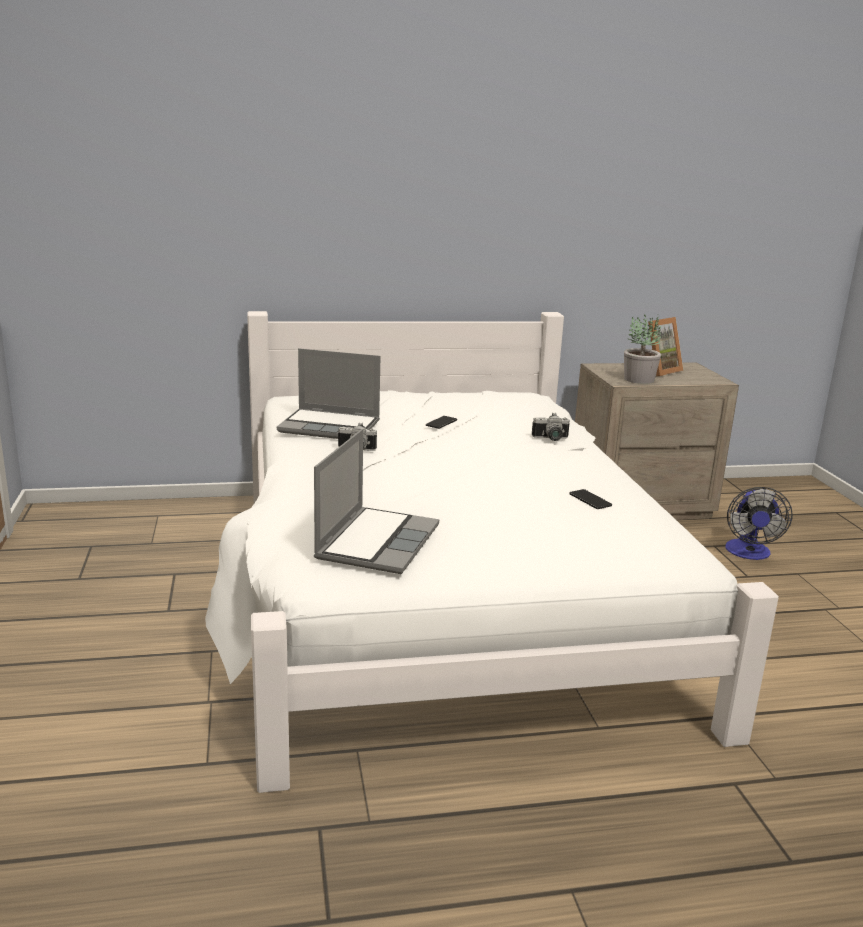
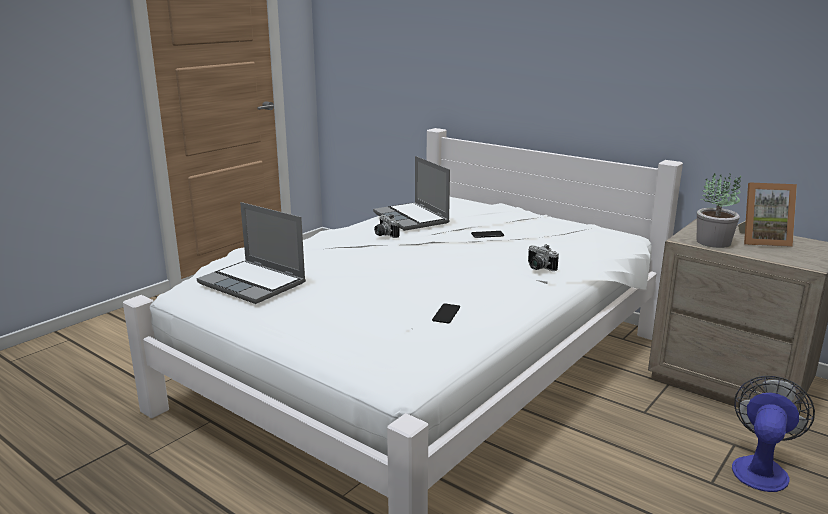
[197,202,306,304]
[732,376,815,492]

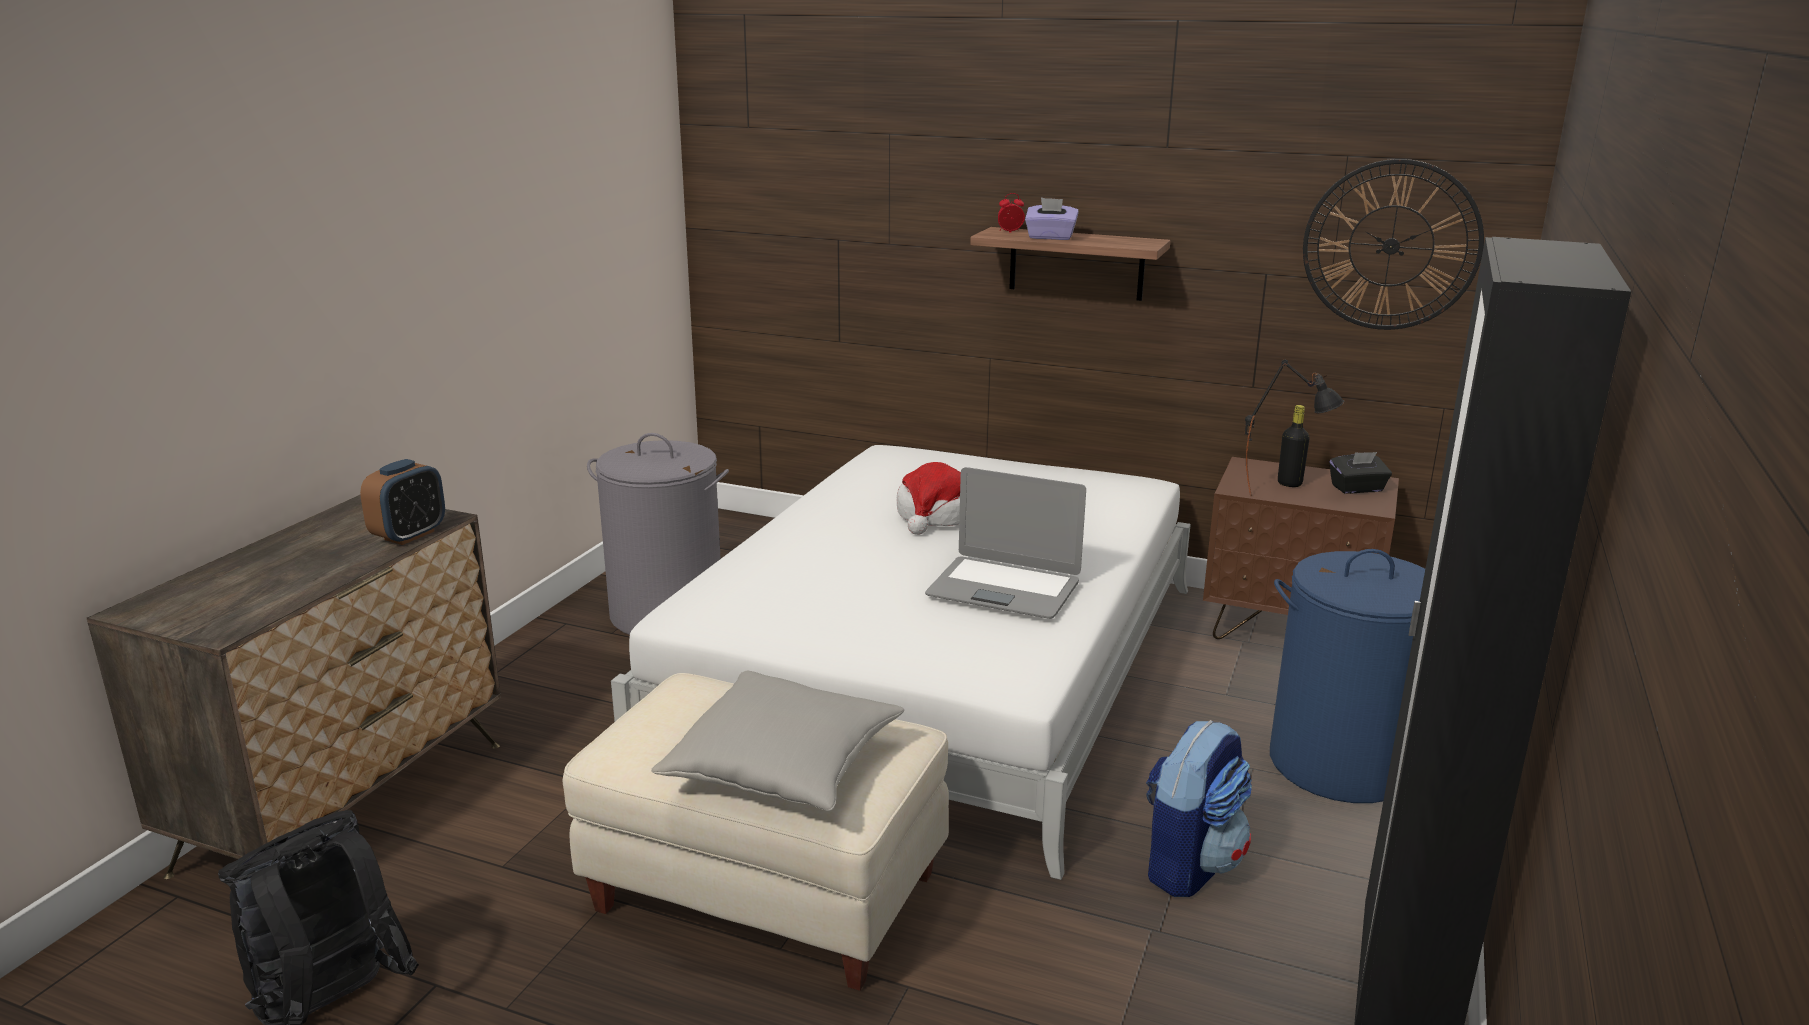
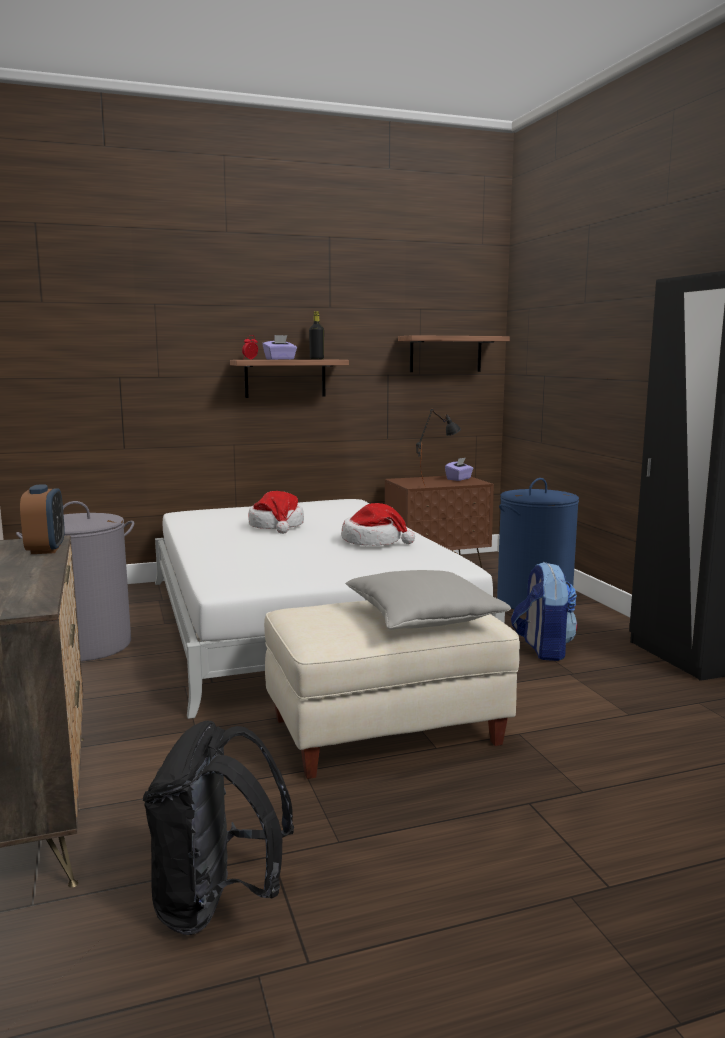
[398,335,510,372]
[309,311,324,359]
[445,458,474,481]
[341,503,415,546]

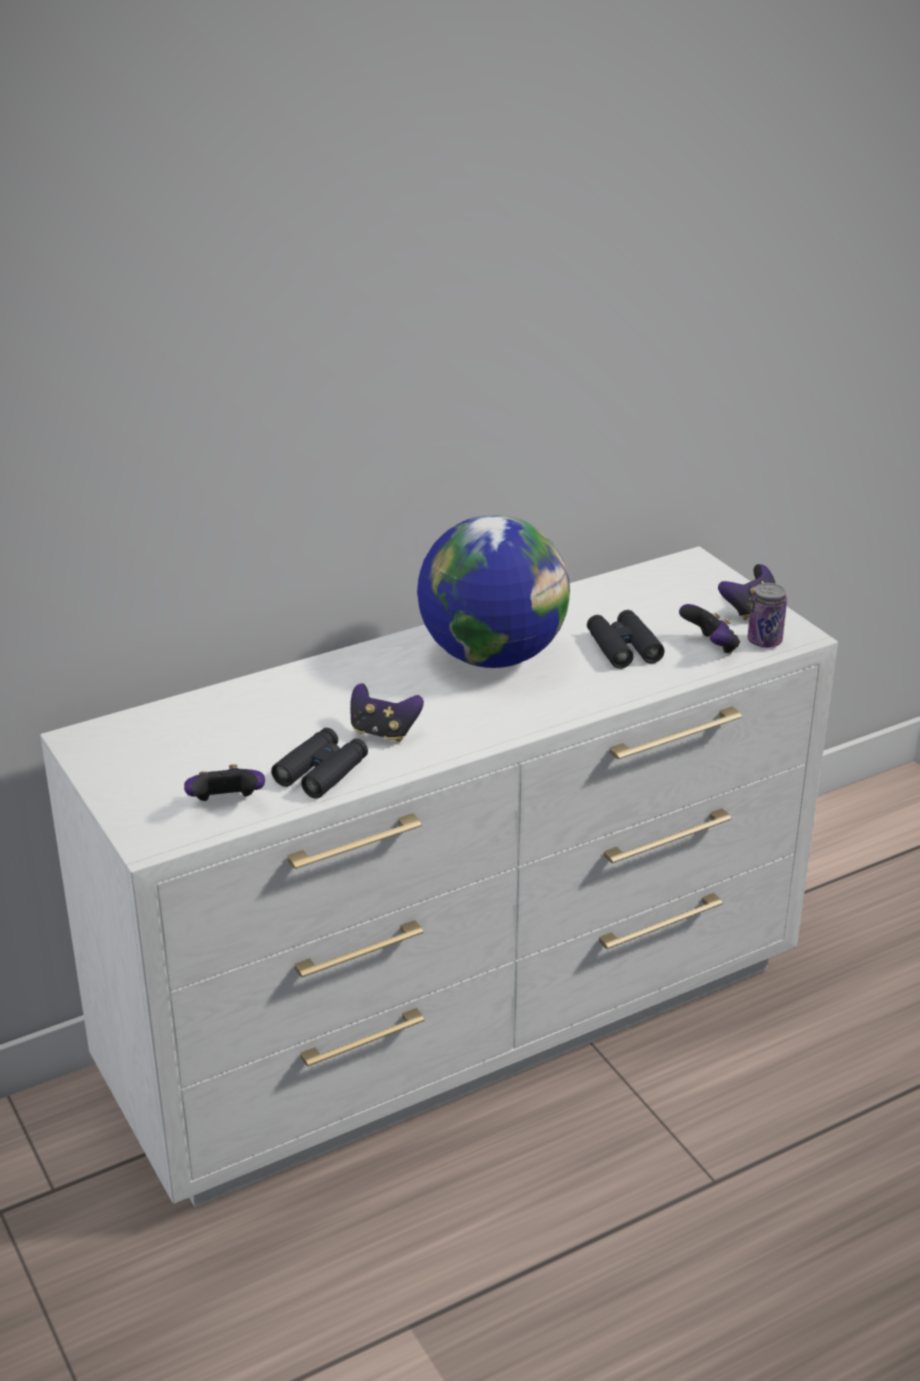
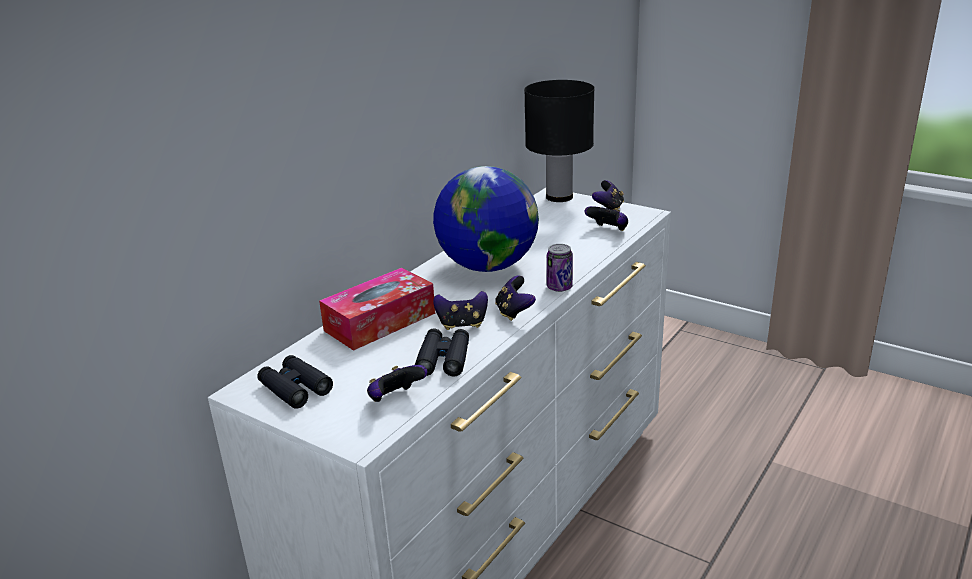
[547,244,573,292]
[257,355,333,409]
[524,80,595,202]
[319,268,435,351]
[495,275,536,321]

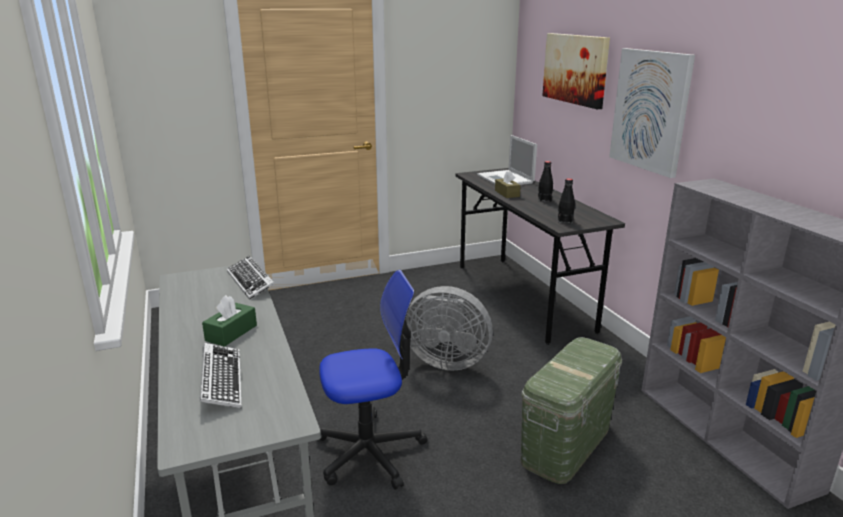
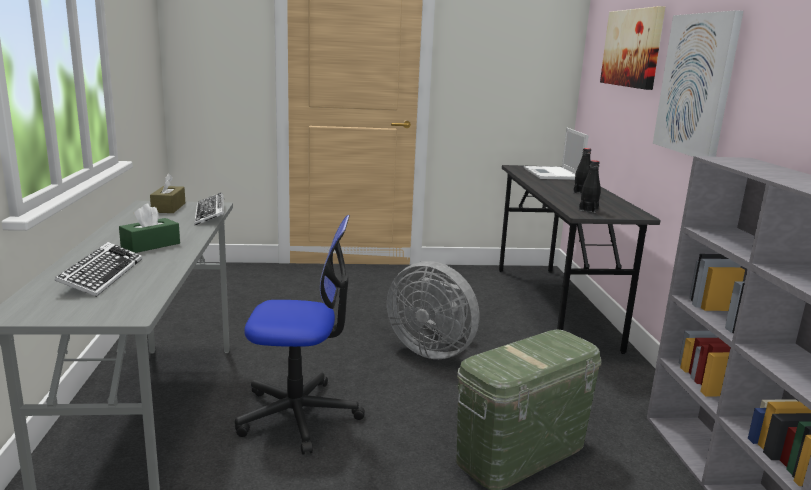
[150,174,185,213]

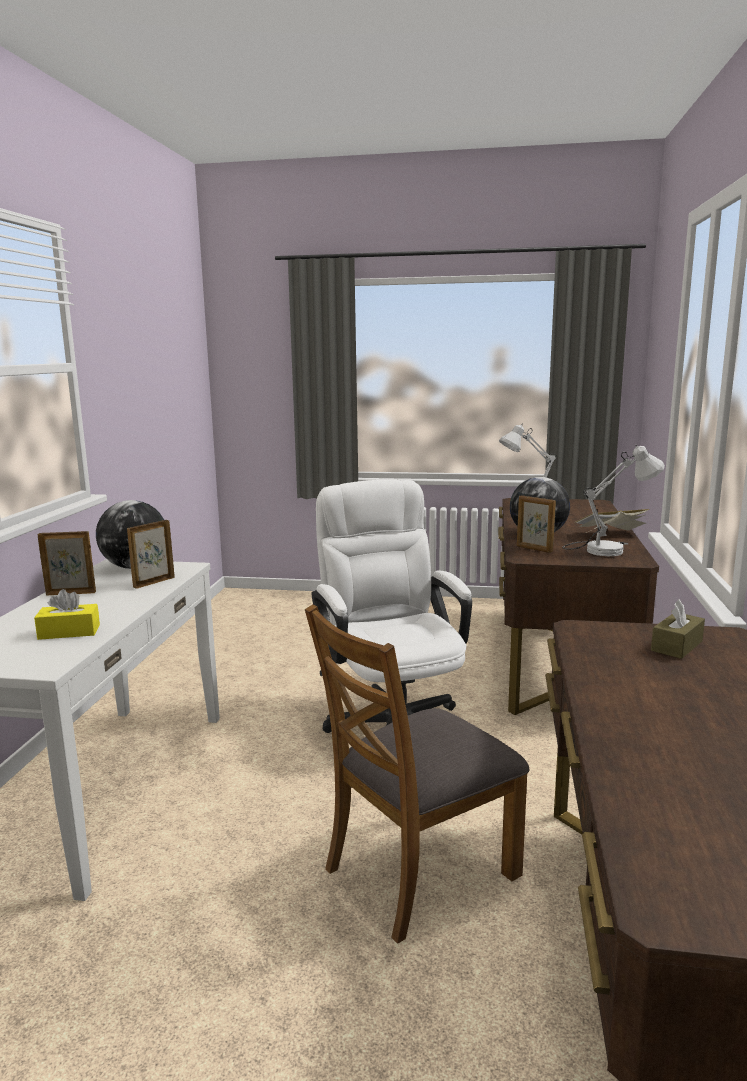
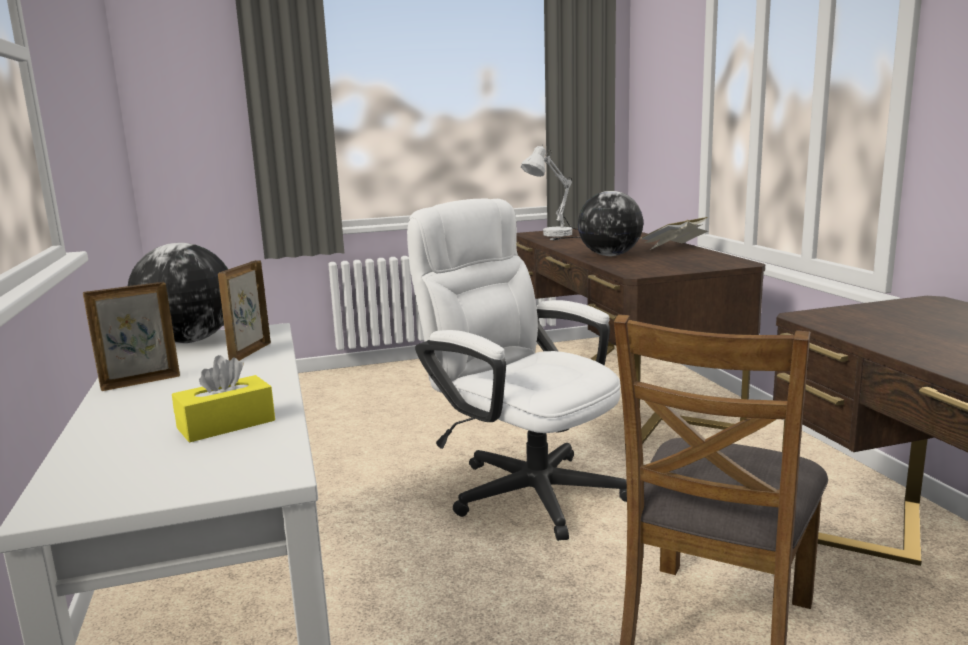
[562,445,665,556] (first image)
[517,495,556,553] (first image)
[651,599,705,659] (first image)

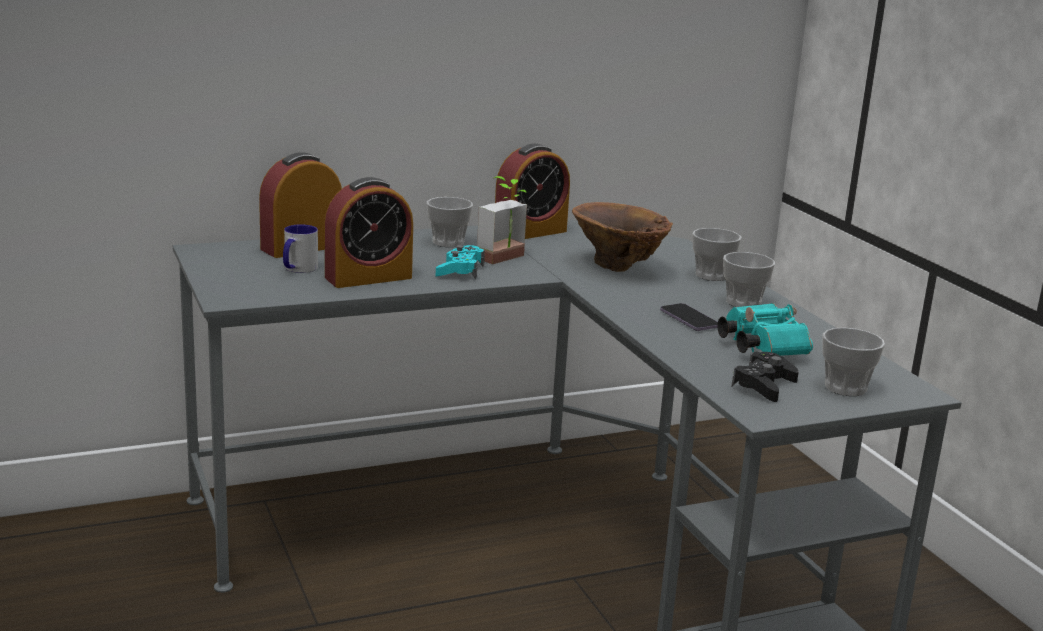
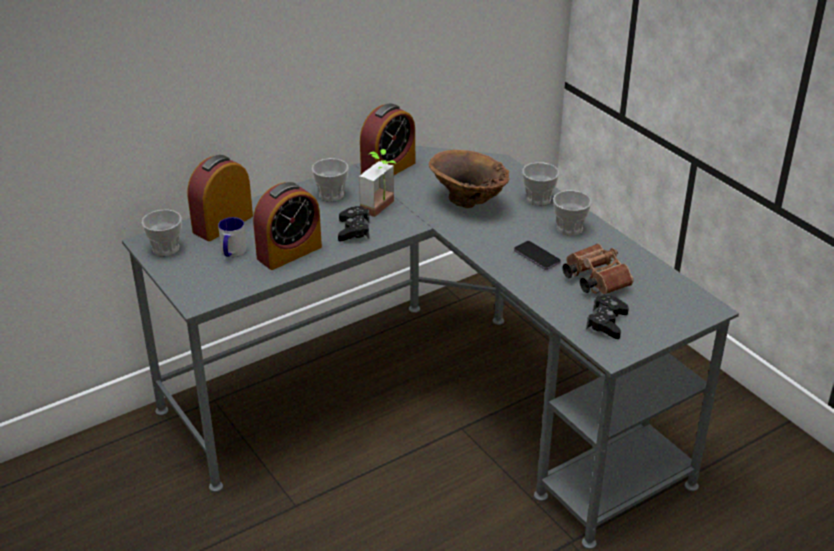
[338,206,369,241]
[562,244,634,294]
[142,210,182,256]

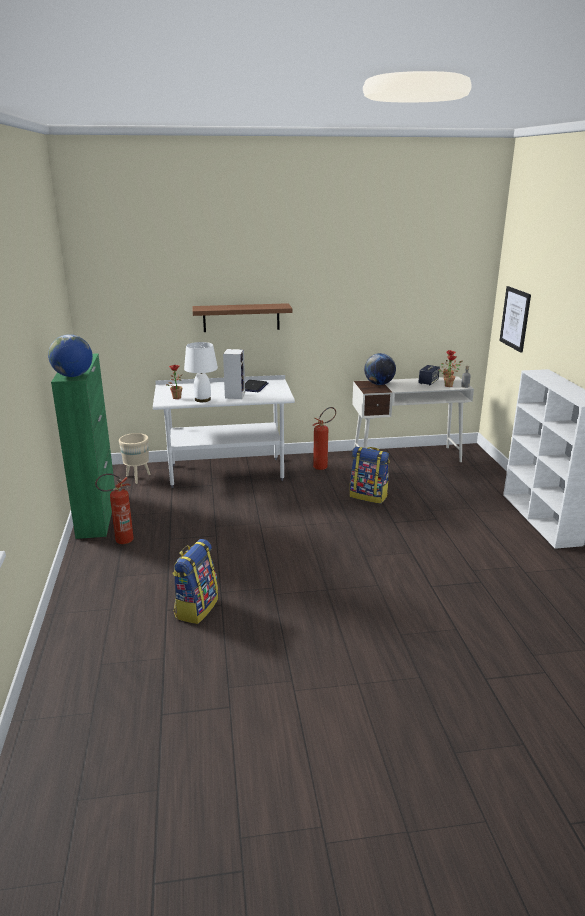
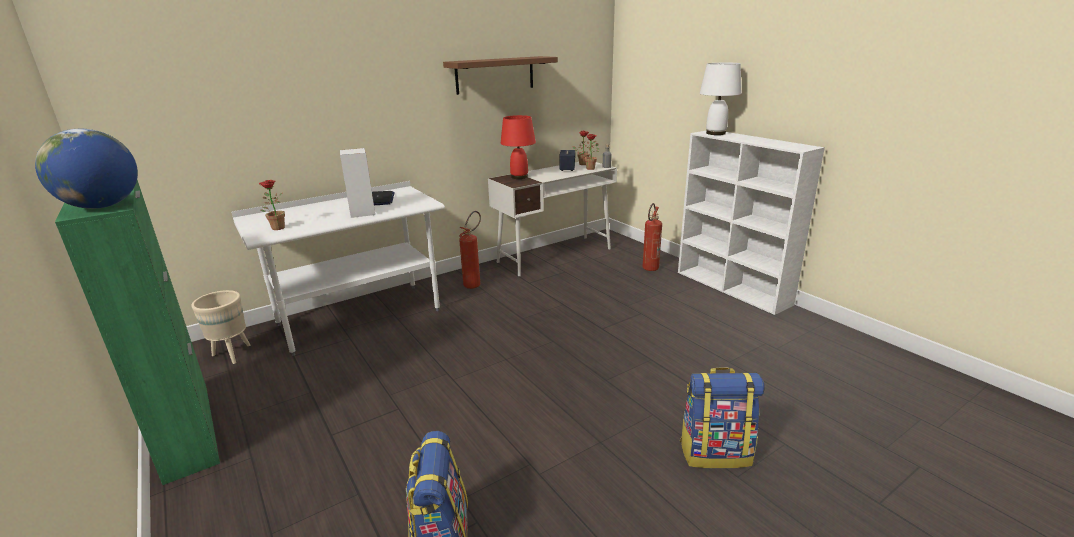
[499,286,531,353] (first image)
[443,56,558,95]
[700,63,741,135]
[501,115,536,179]
[680,367,765,468]
[643,203,662,271]

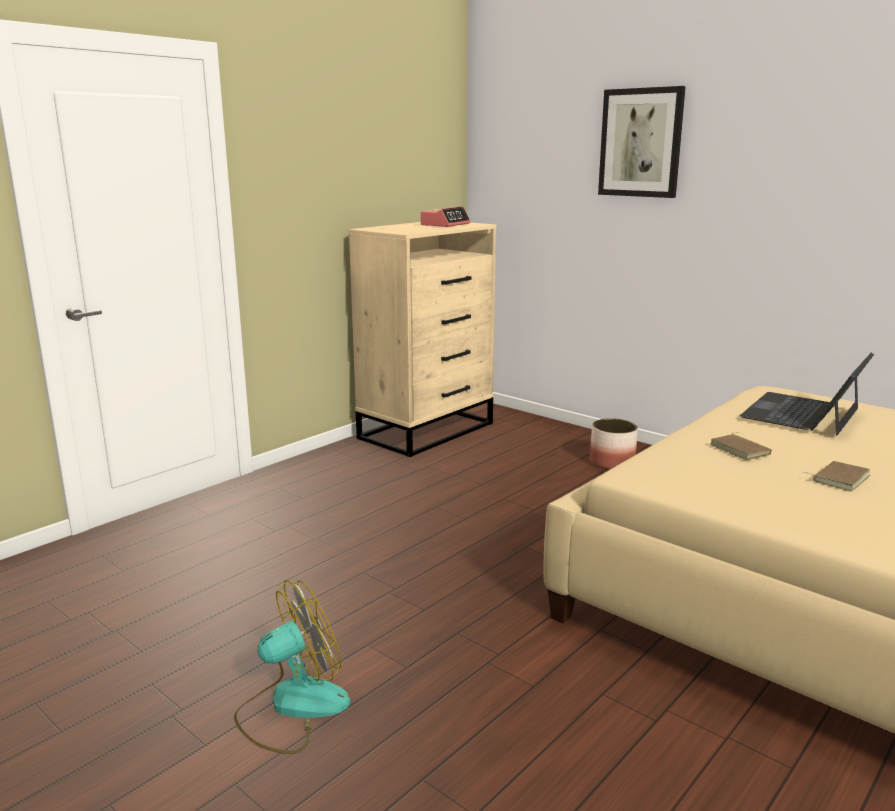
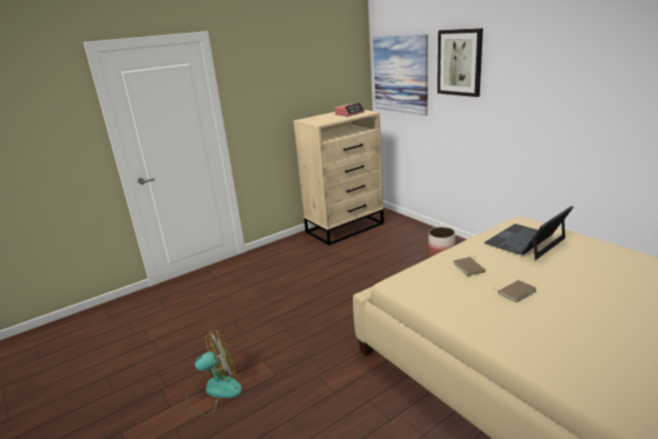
[373,34,428,115]

